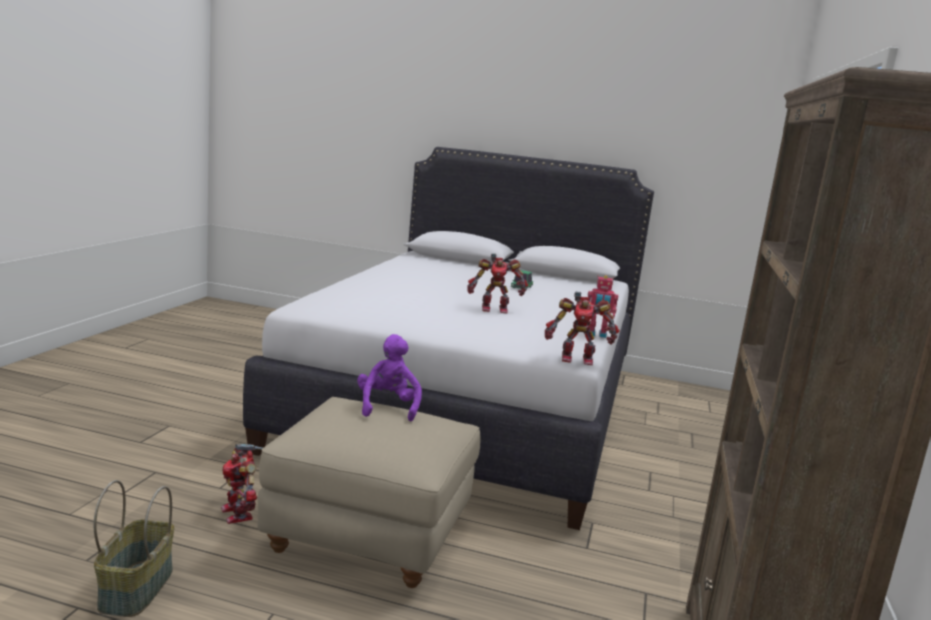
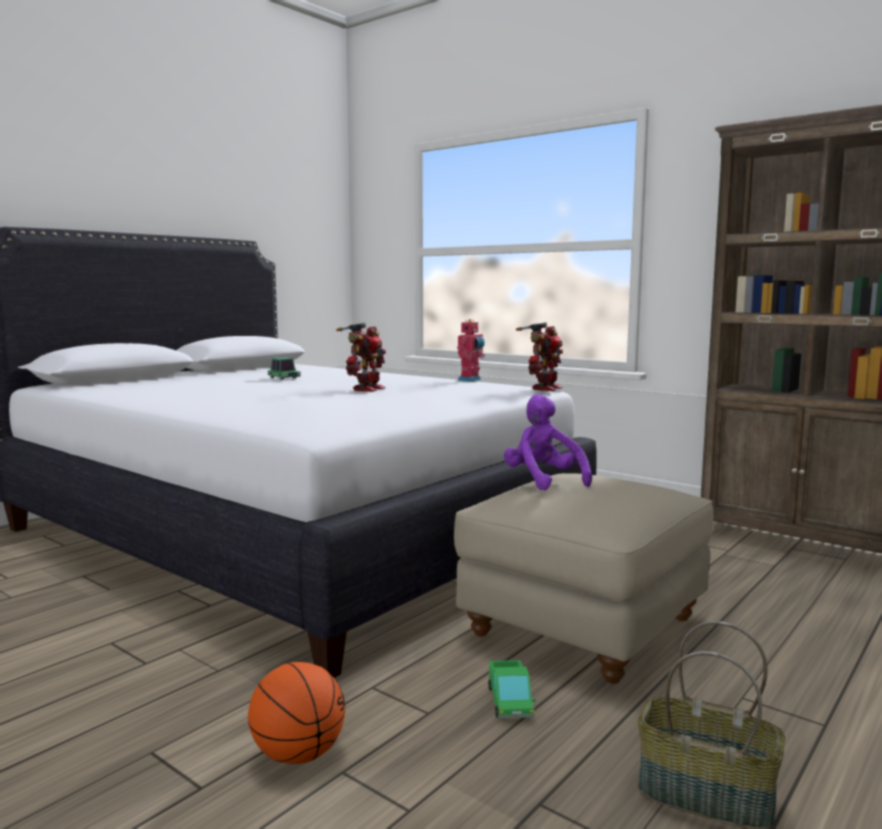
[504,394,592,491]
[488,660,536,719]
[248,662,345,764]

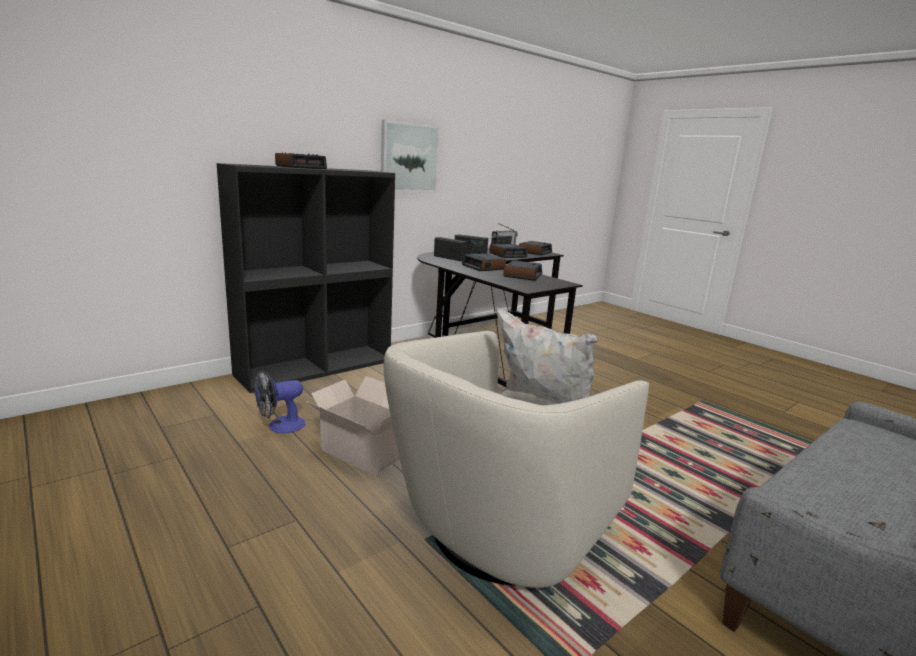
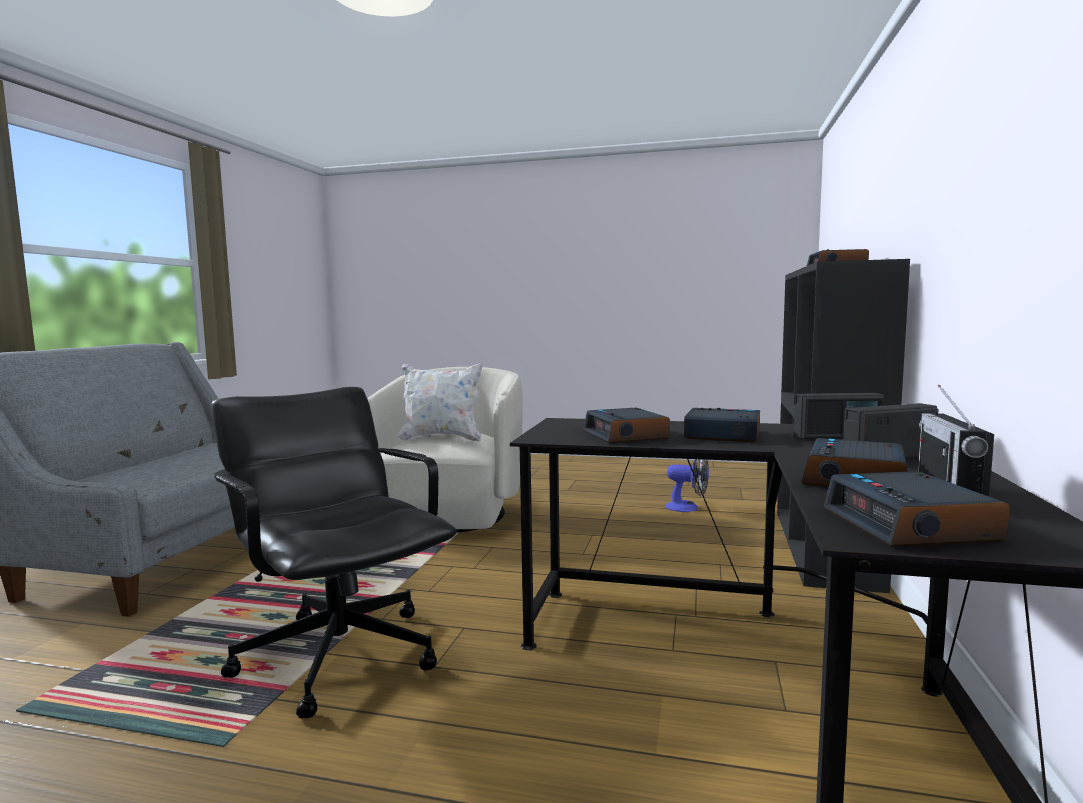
[381,120,440,193] (first image)
[665,459,709,512]
[307,376,400,476] (first image)
[211,387,457,719]

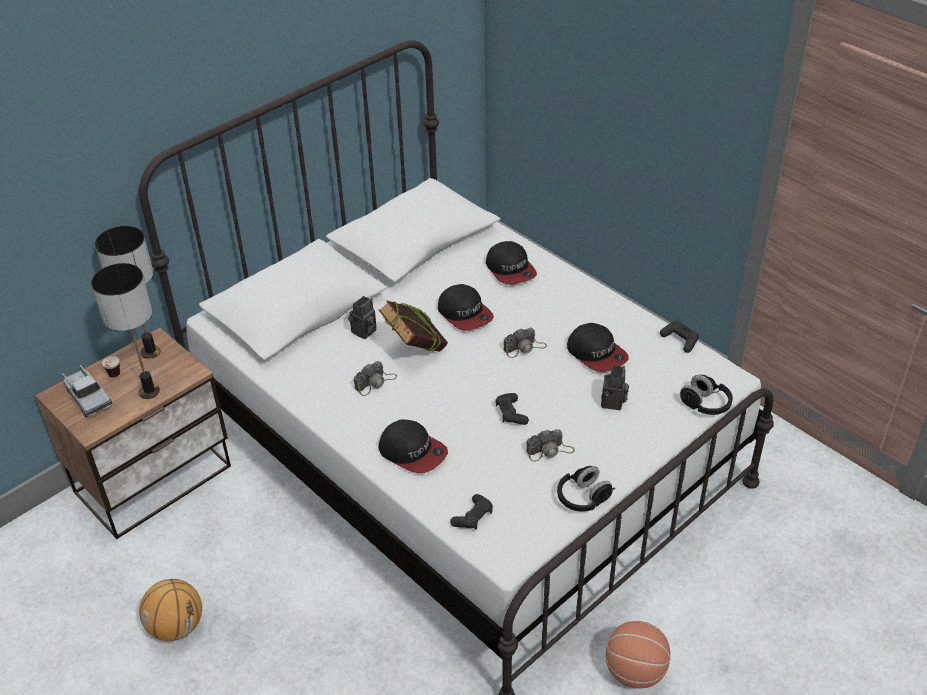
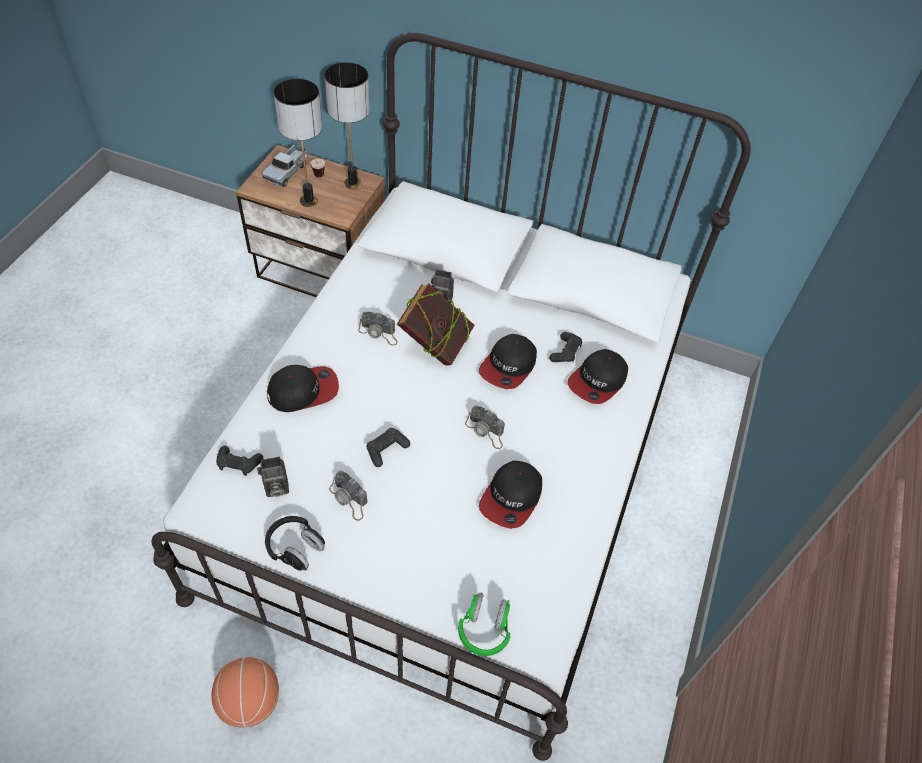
[549,332,582,362]
[257,457,289,497]
[458,593,510,656]
[267,365,339,412]
[139,579,202,641] (first image)

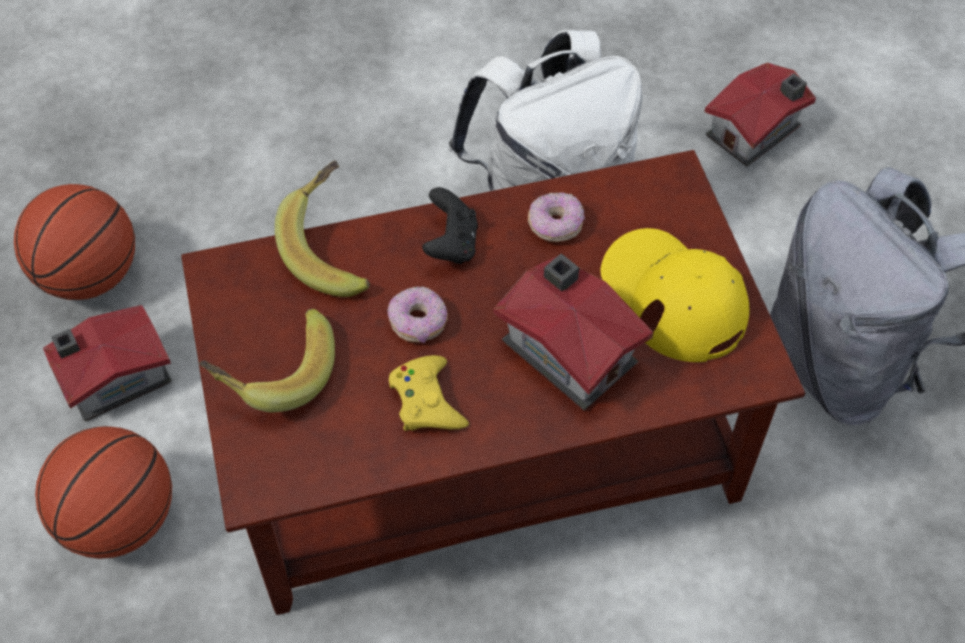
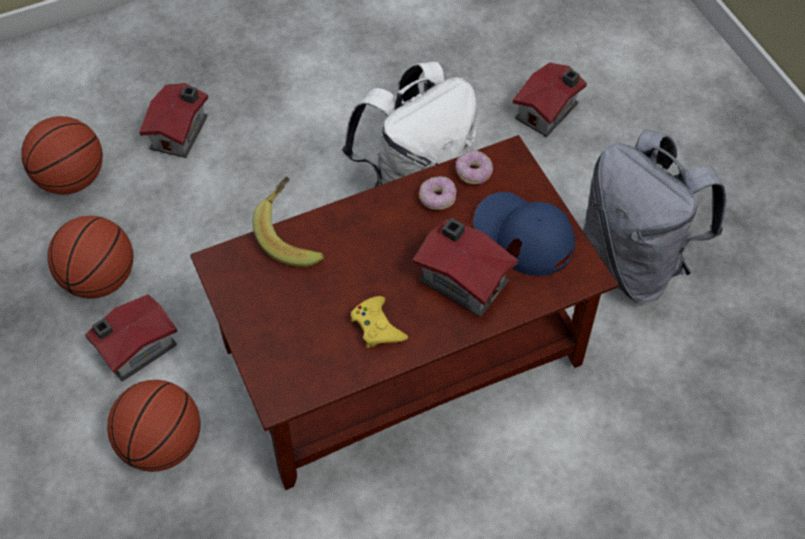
[422,187,478,264] (first image)
[473,192,575,276]
[456,150,493,185]
[199,309,335,412] (first image)
[139,83,208,158]
[21,116,103,194]

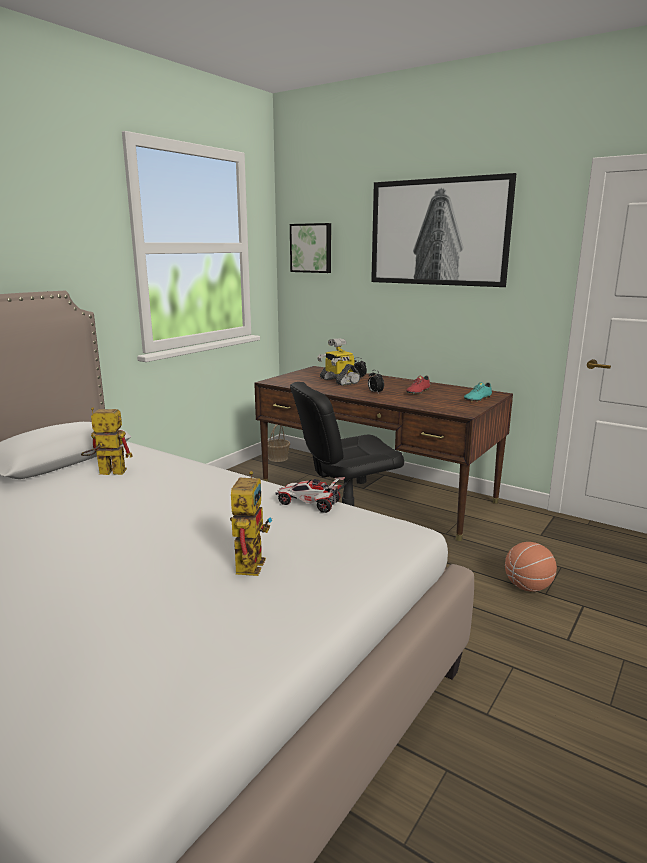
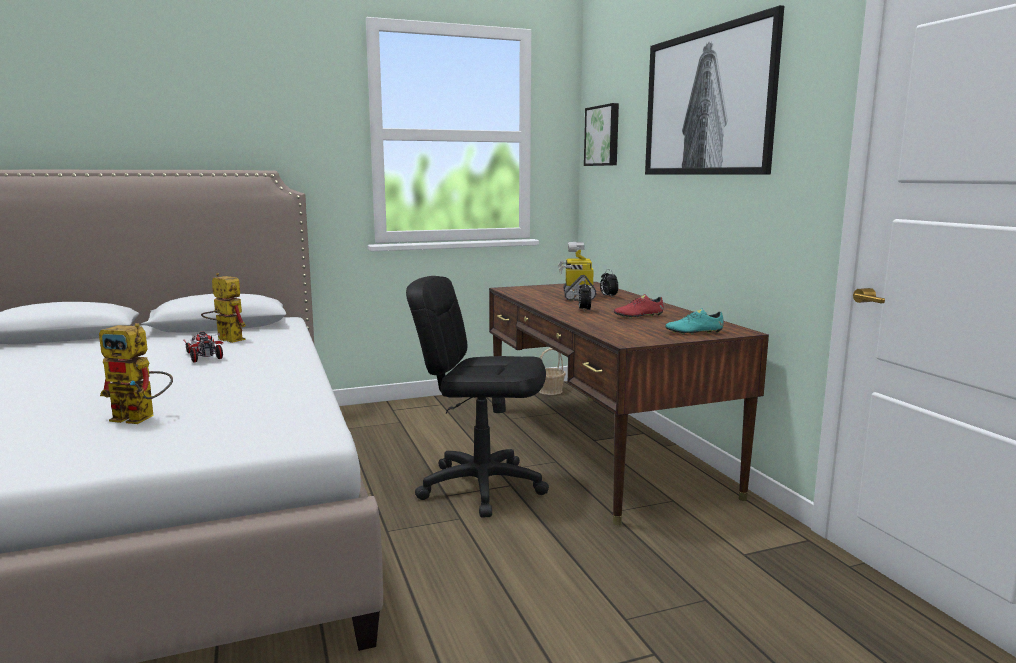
[99,323,173,424]
[183,332,224,363]
[505,542,557,592] (first image)

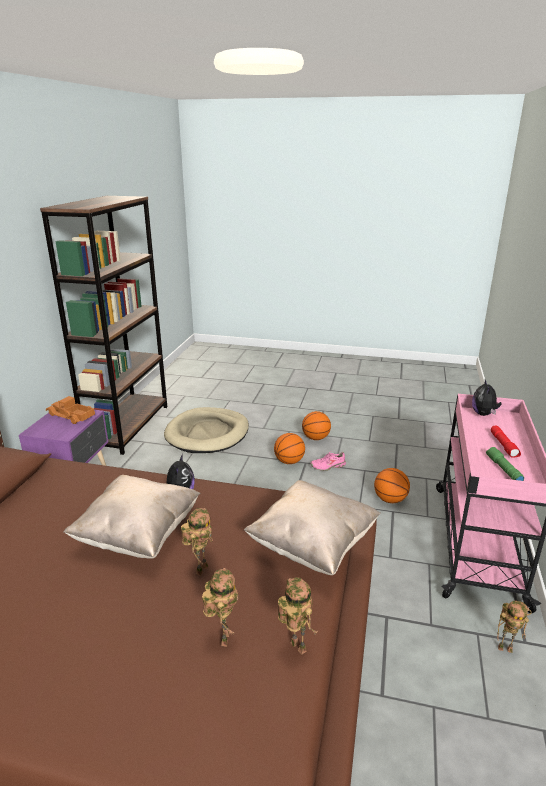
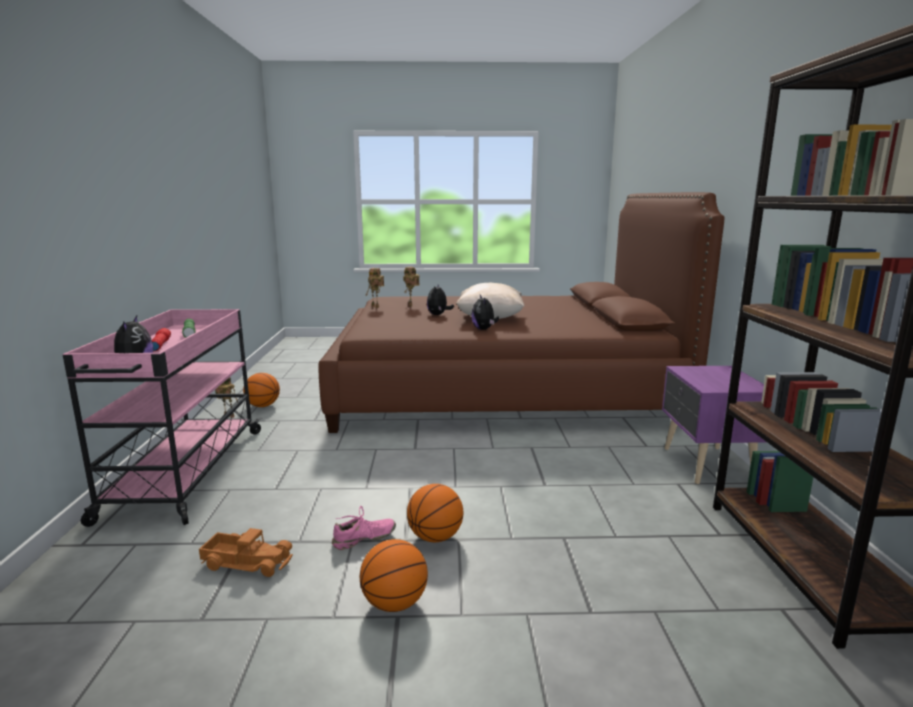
[199,528,293,577]
[164,407,249,453] (first image)
[243,373,280,407]
[244,480,381,575] (first image)
[427,285,454,315]

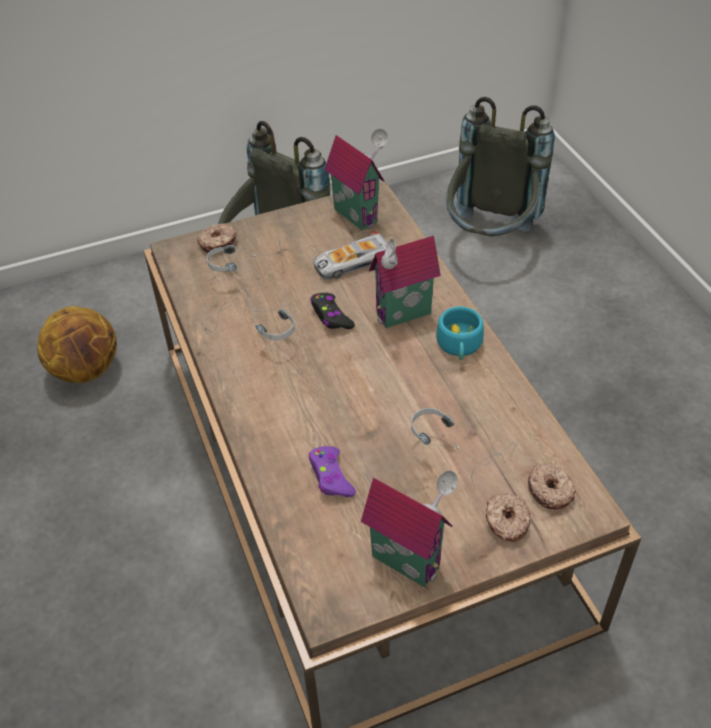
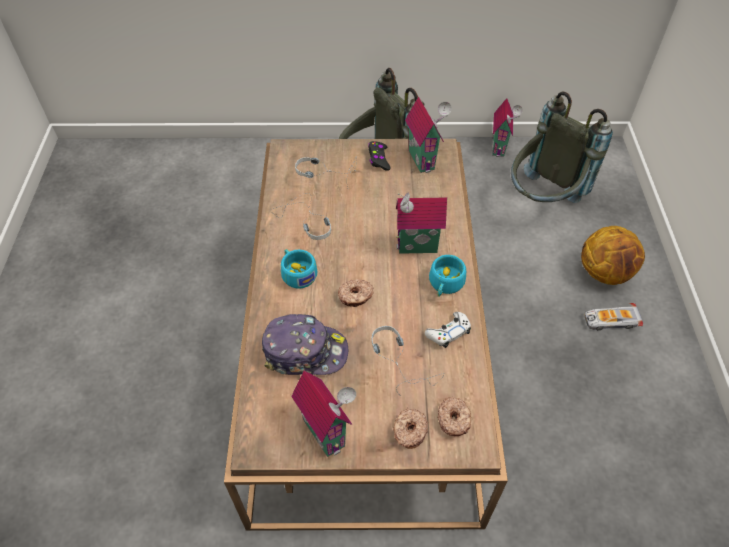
[338,279,374,307]
[584,303,643,330]
[368,141,391,171]
[581,226,645,285]
[262,314,349,375]
[492,98,523,157]
[281,249,317,289]
[425,312,471,348]

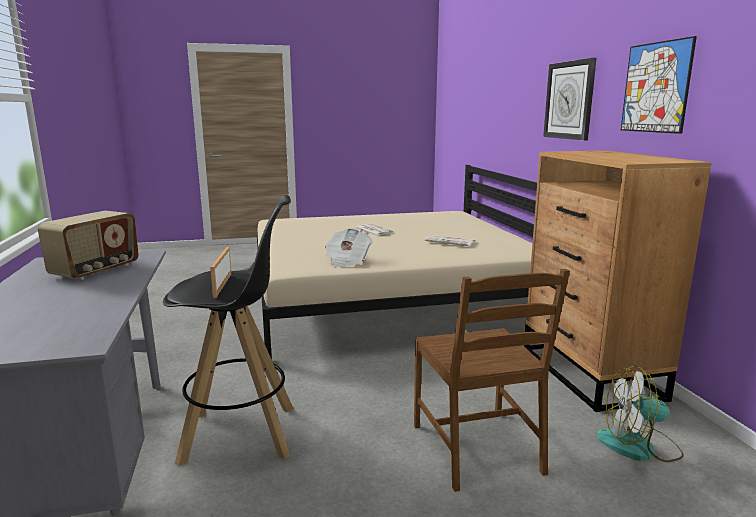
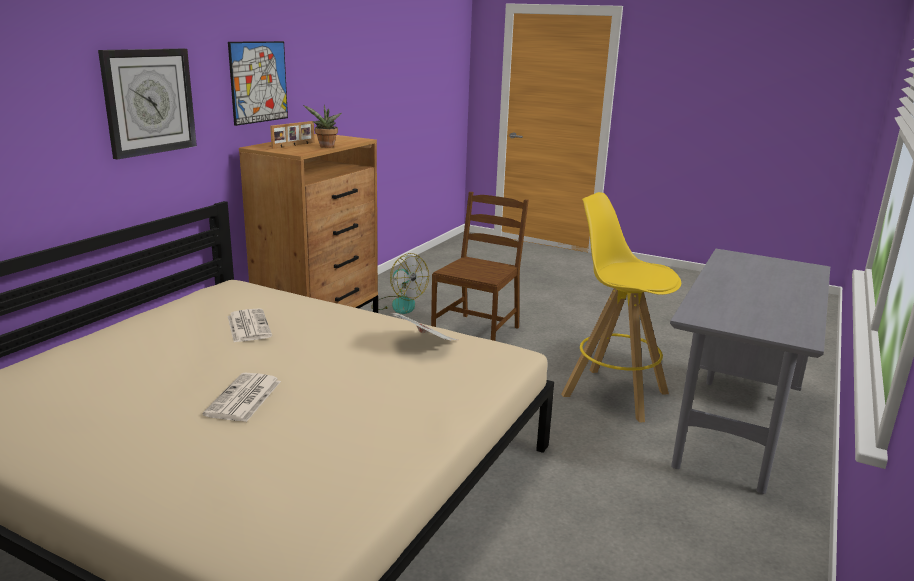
[561,192,681,423]
[38,211,139,280] (first image)
[270,121,315,149]
[303,105,342,148]

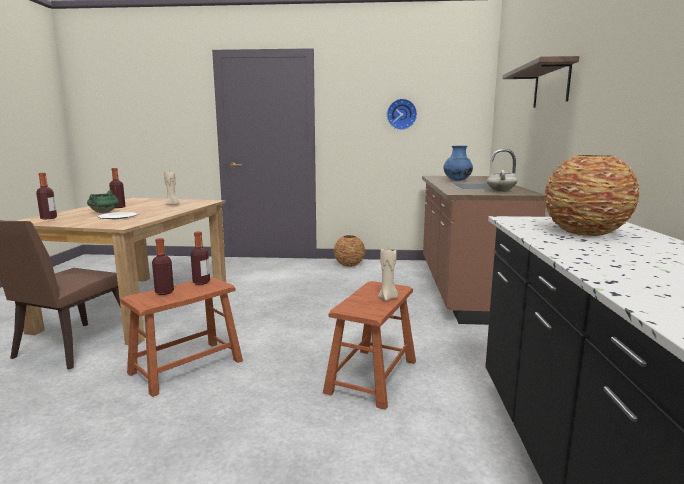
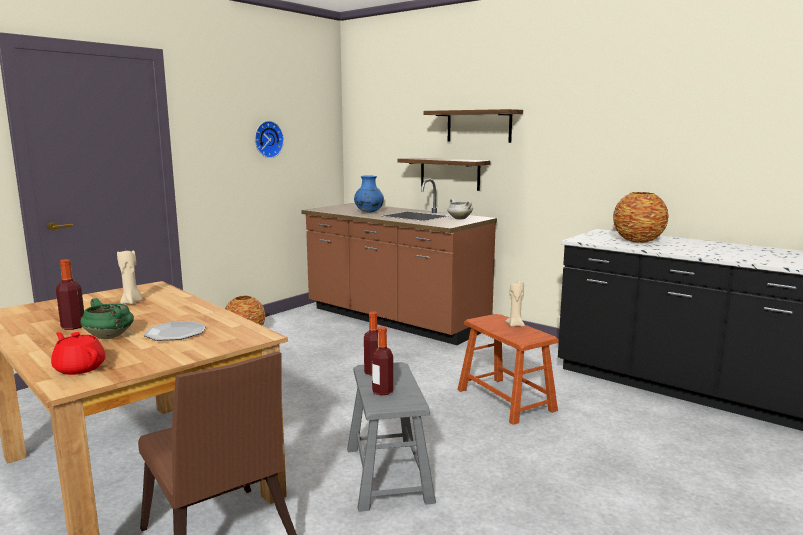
[51,332,106,375]
[347,362,436,512]
[397,158,490,191]

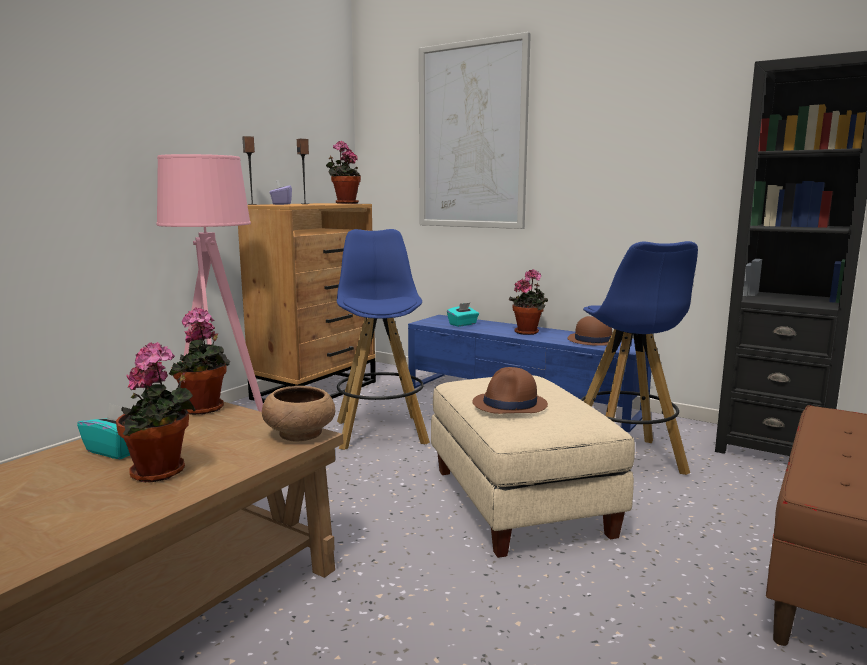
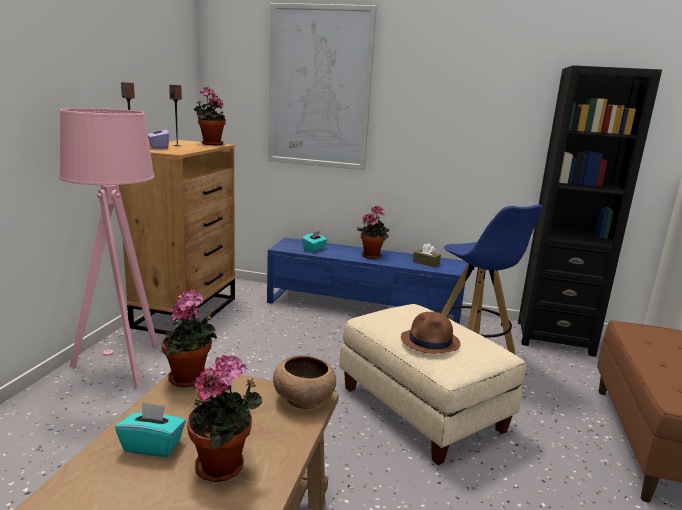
[337,229,430,450] (first image)
[413,243,441,267]

